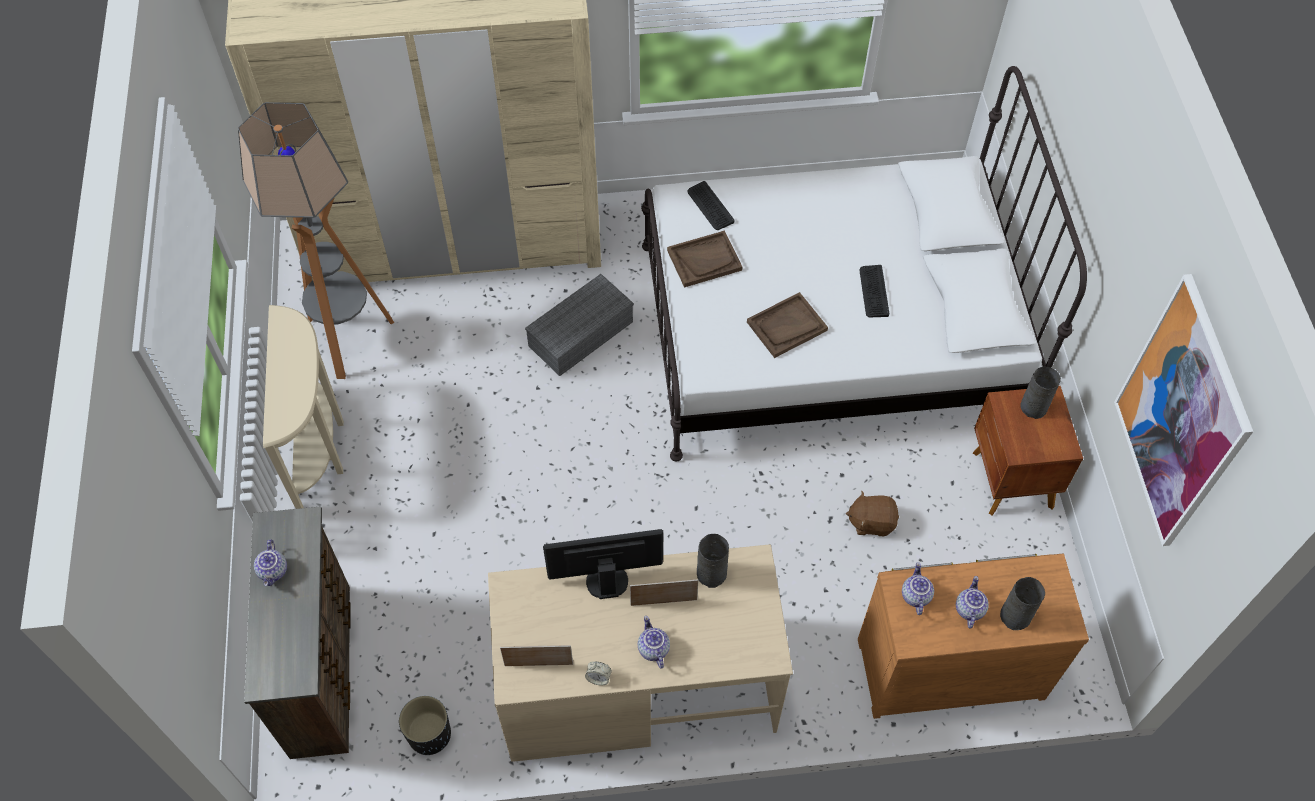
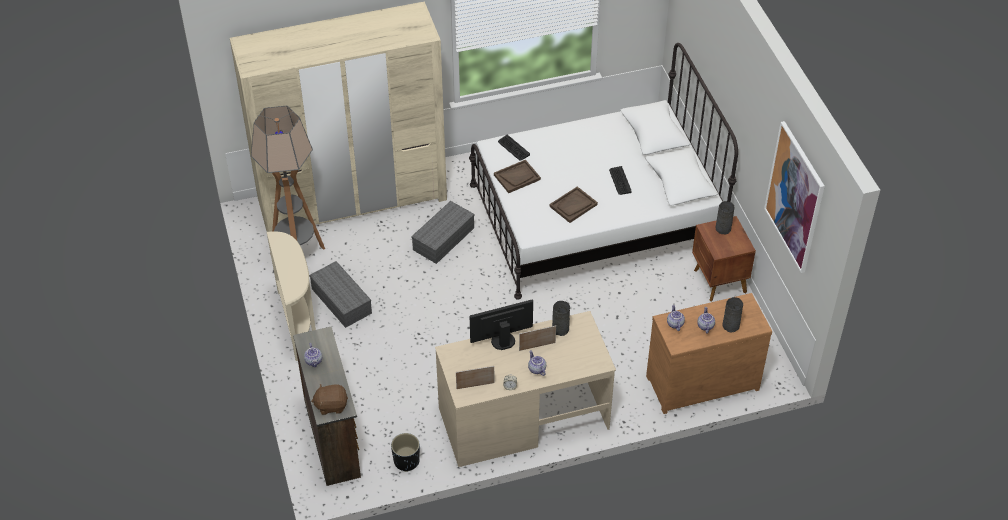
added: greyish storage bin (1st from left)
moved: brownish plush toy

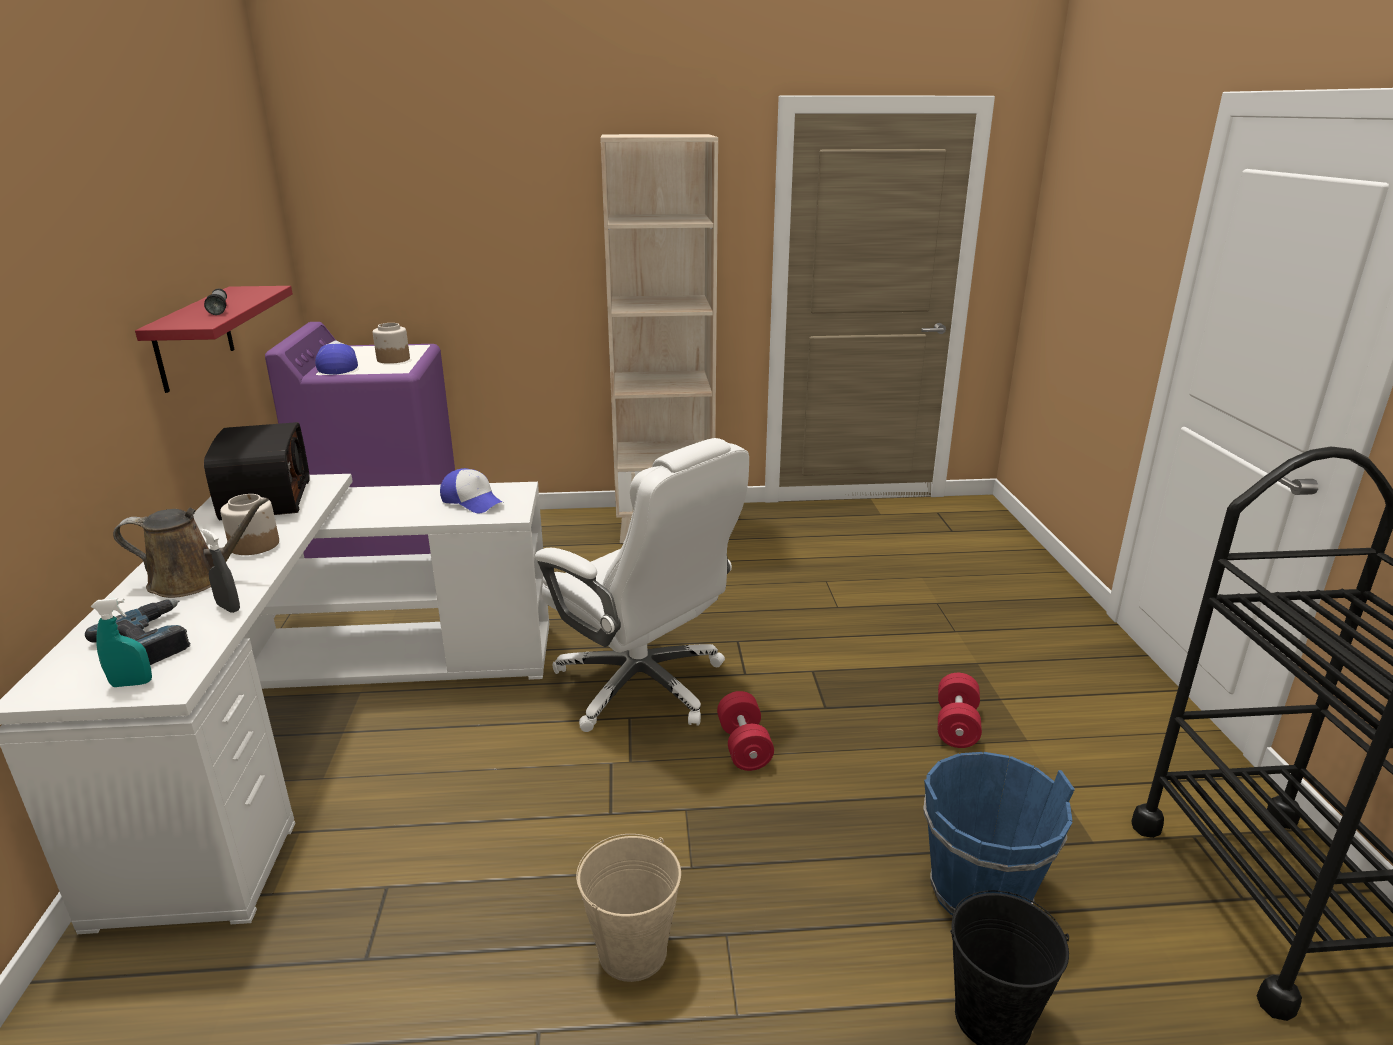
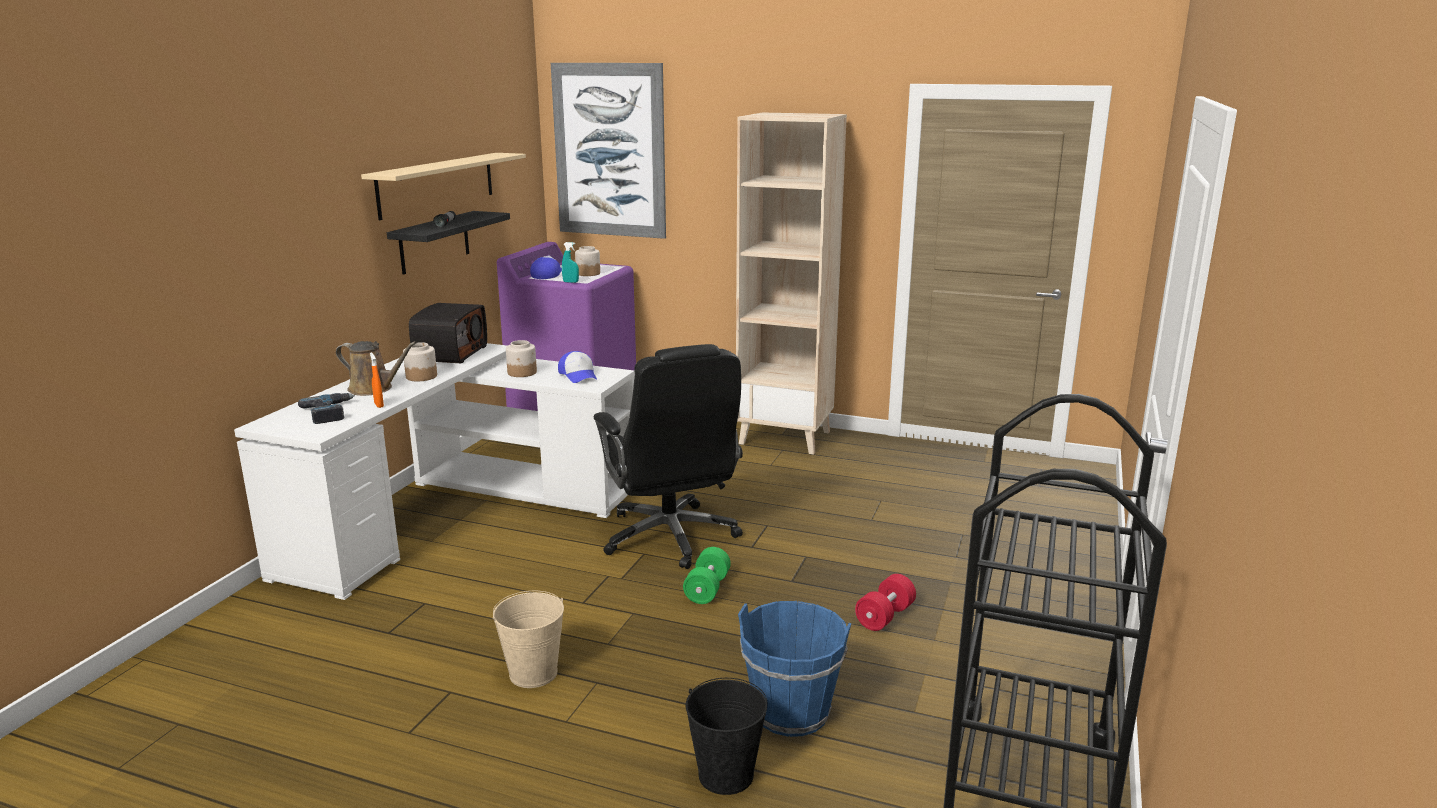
added: wall picture; sand-coloured wall shelf; jar (2nd from left)
moved: blue-green hand sprayer
recoloured: red-coloured wall shelf to black wall shelf; white-coloured office chair to black office chair; greyish hand sprayer to orange-coloured hand sprayer; red-coloured hand weight (1st from left) to green-coloured hand weight

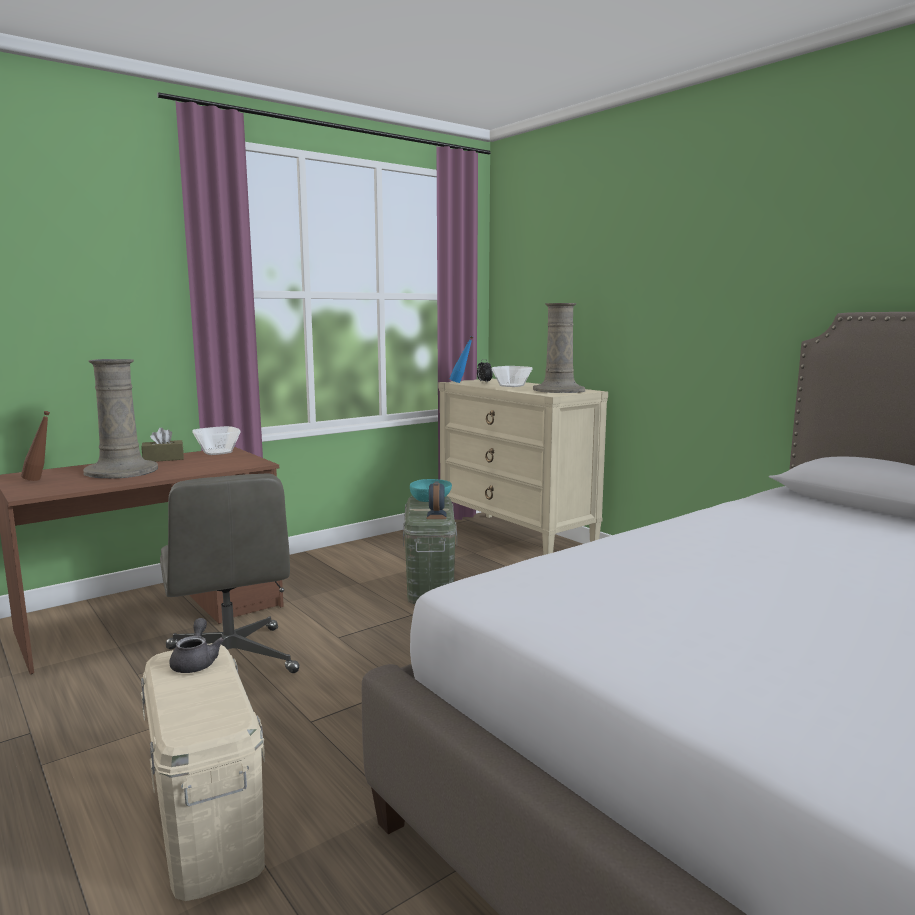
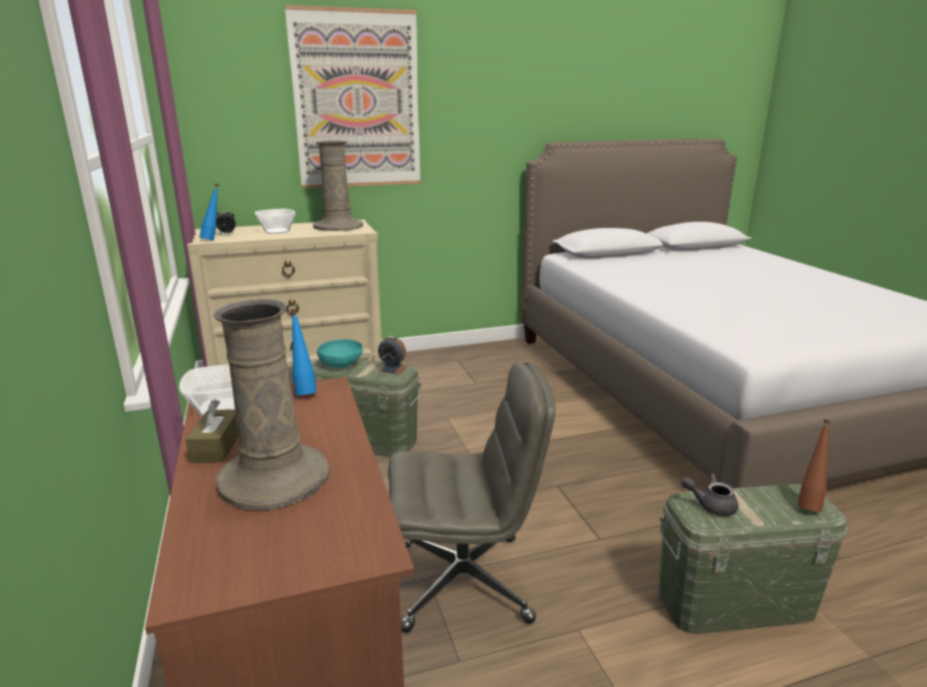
added: wall picture; blue beverage bottle (2nd from left)
moved: brownish beverage bottle
recoloured: sand-coloured storage bin to green-coloured storage bin (2nd from left)

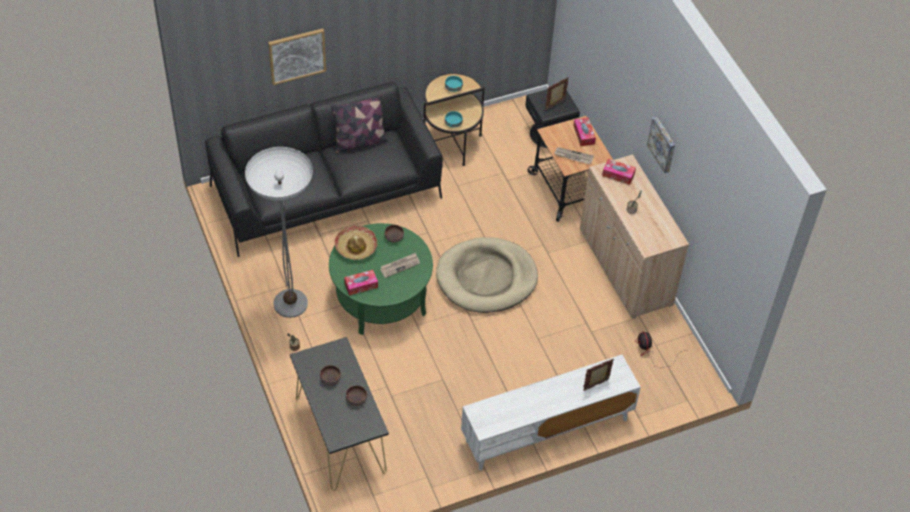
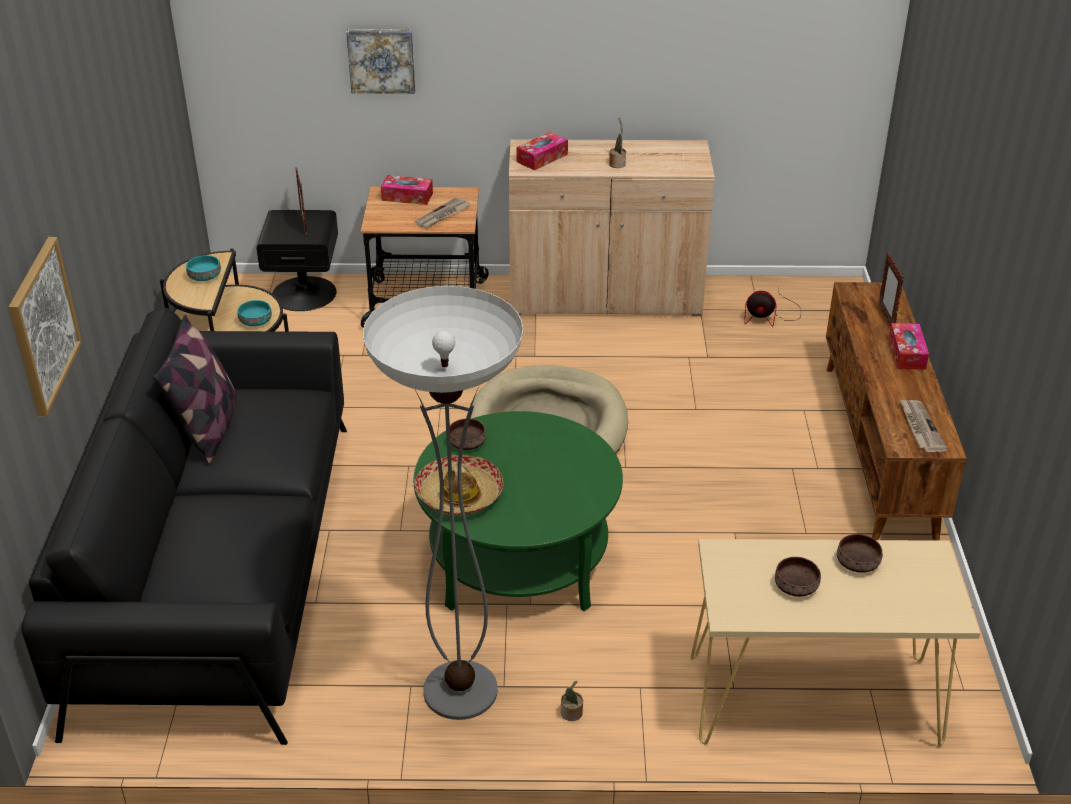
moved: wall picture (2nd from left); newspaper (1st from left in the first image) to newspaper (2nd from left); tissue holder (1st from left in the first image) to tissue holder (3rd from left)
recoloured: black hall table to sand-coloured hall table; white-coloured media console to brownish media console

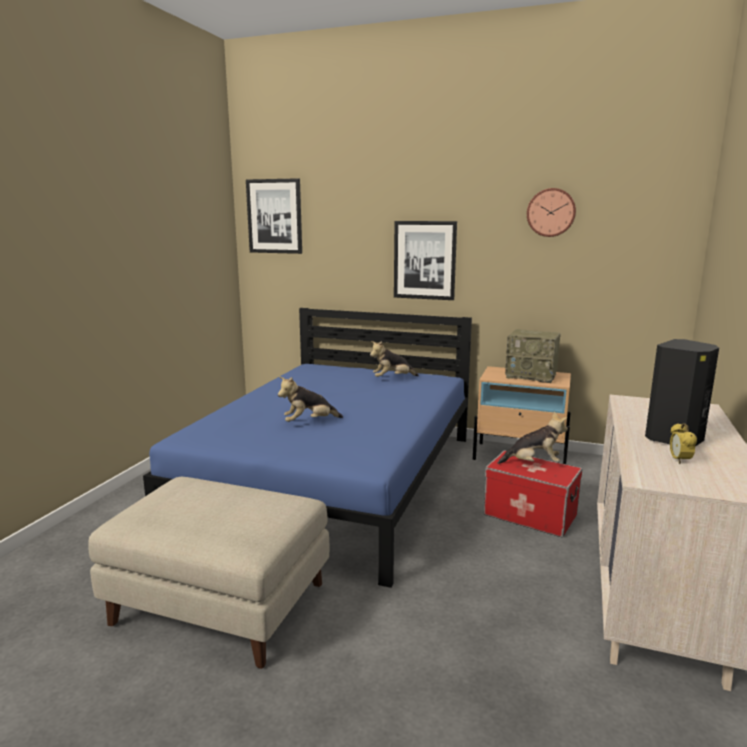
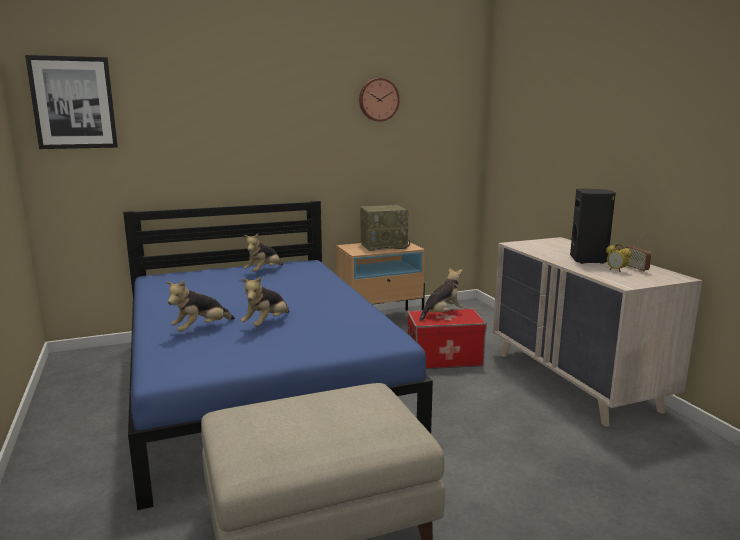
removed: wall picture (2nd from left)
added: radio set (2nd from left); plush toy (1st from left)

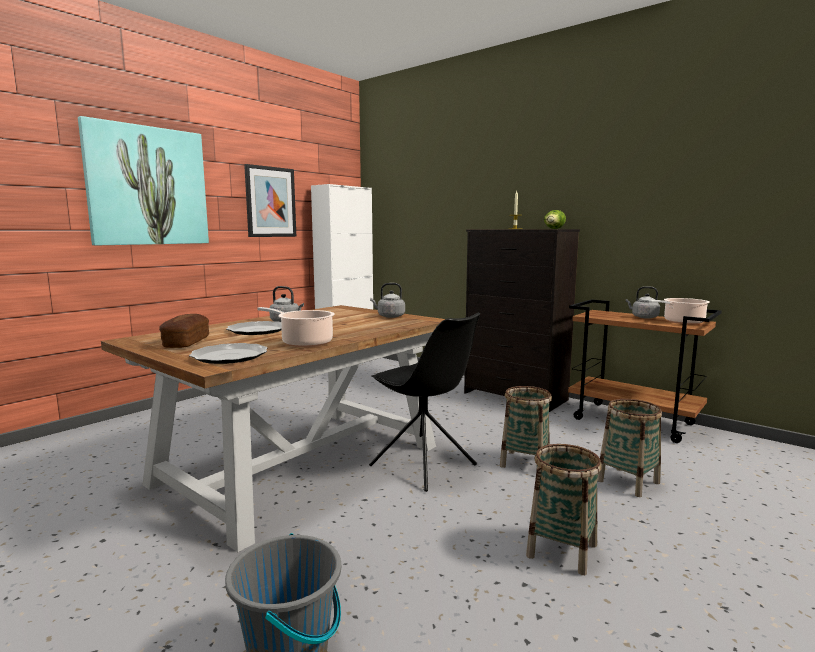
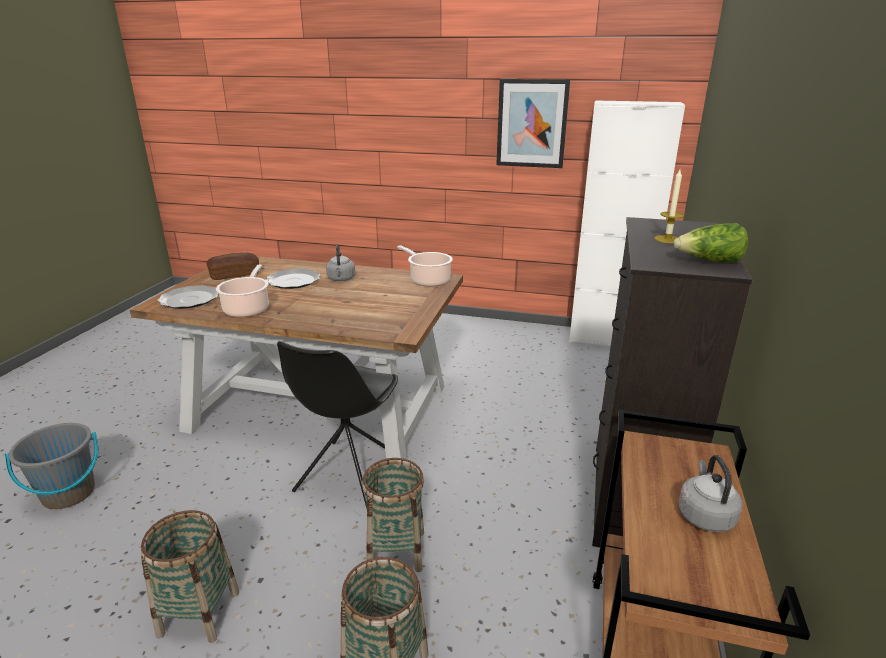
removed: wall picture (1st from left); greyish tea kettle (2nd from left)
moved: stockpot (2nd from left)

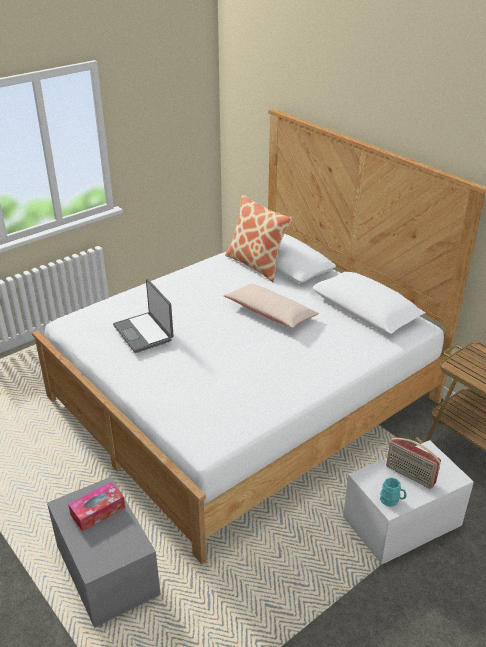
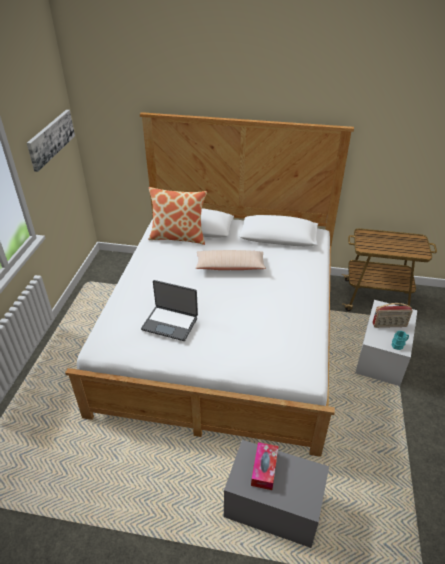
added: wall picture

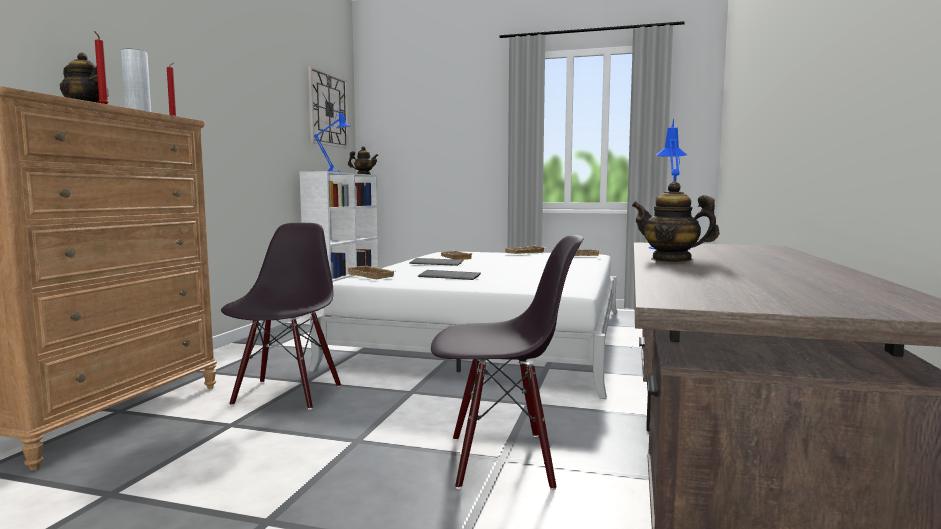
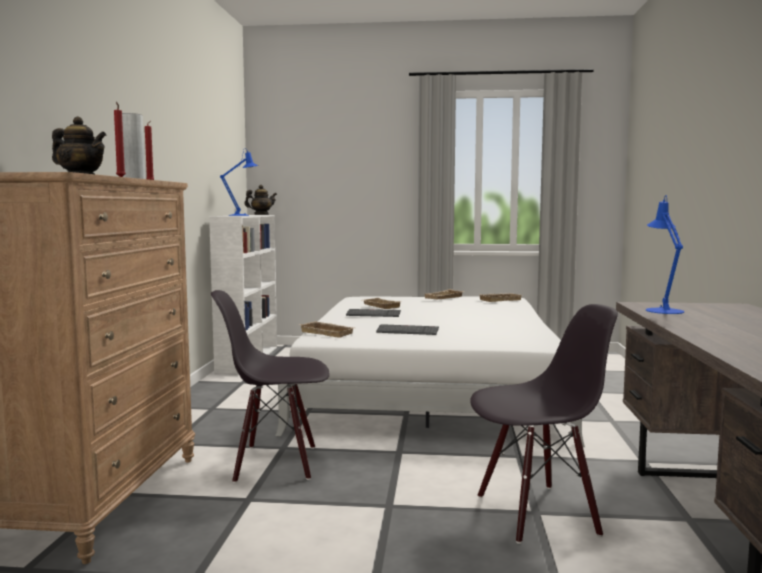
removed: wall clock; tea pot (3rd from left)
turned: black chair (1st from left) 90 degrees counterclockwise

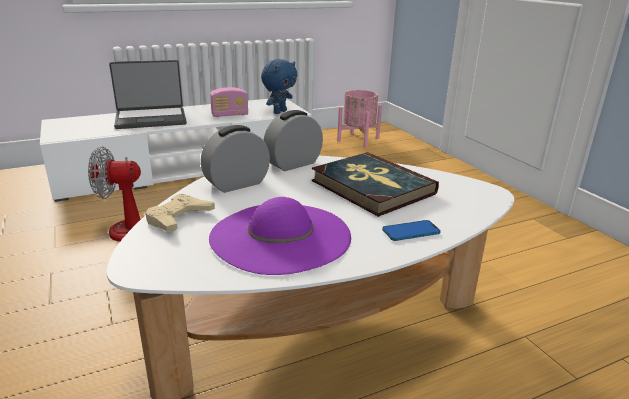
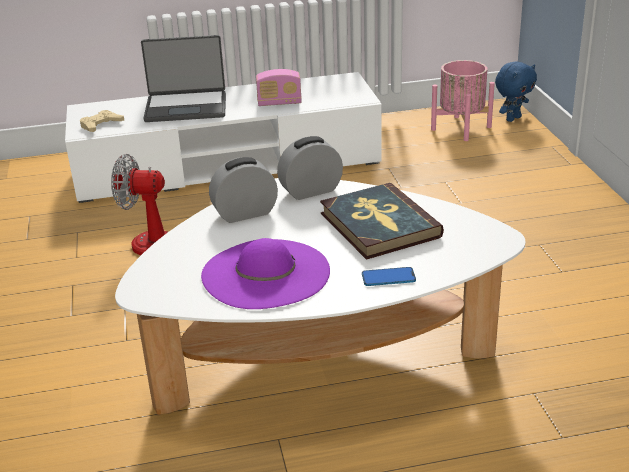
moved: blue plush toy; sand-coloured gamepad

